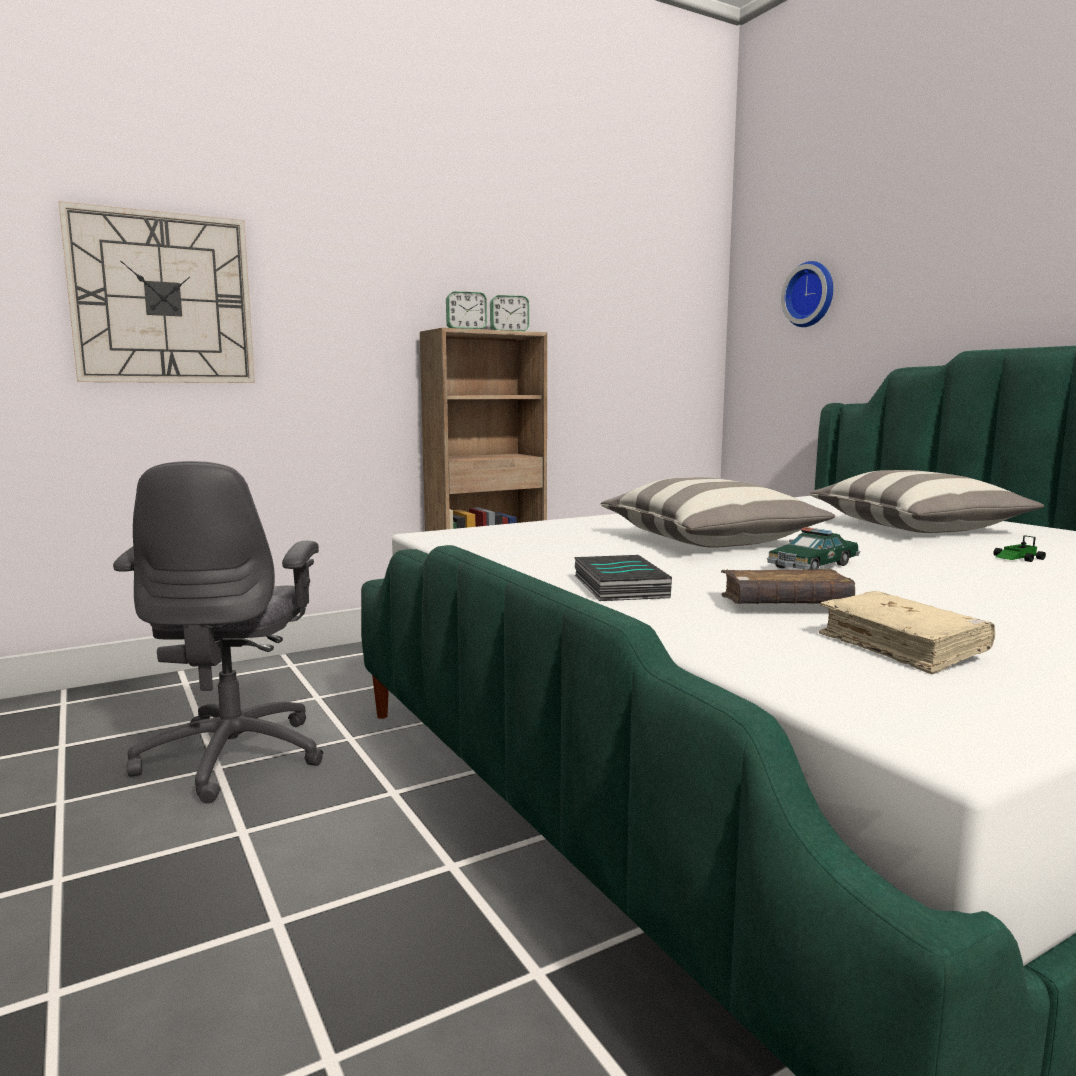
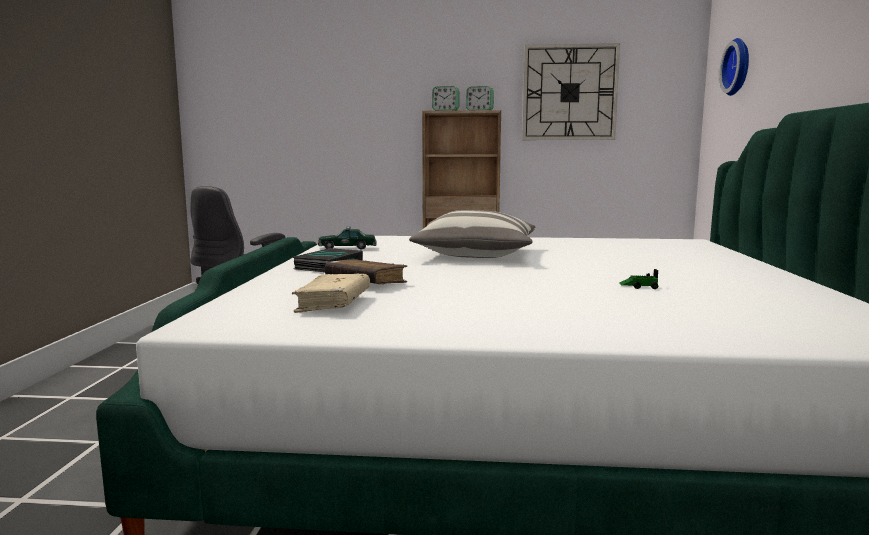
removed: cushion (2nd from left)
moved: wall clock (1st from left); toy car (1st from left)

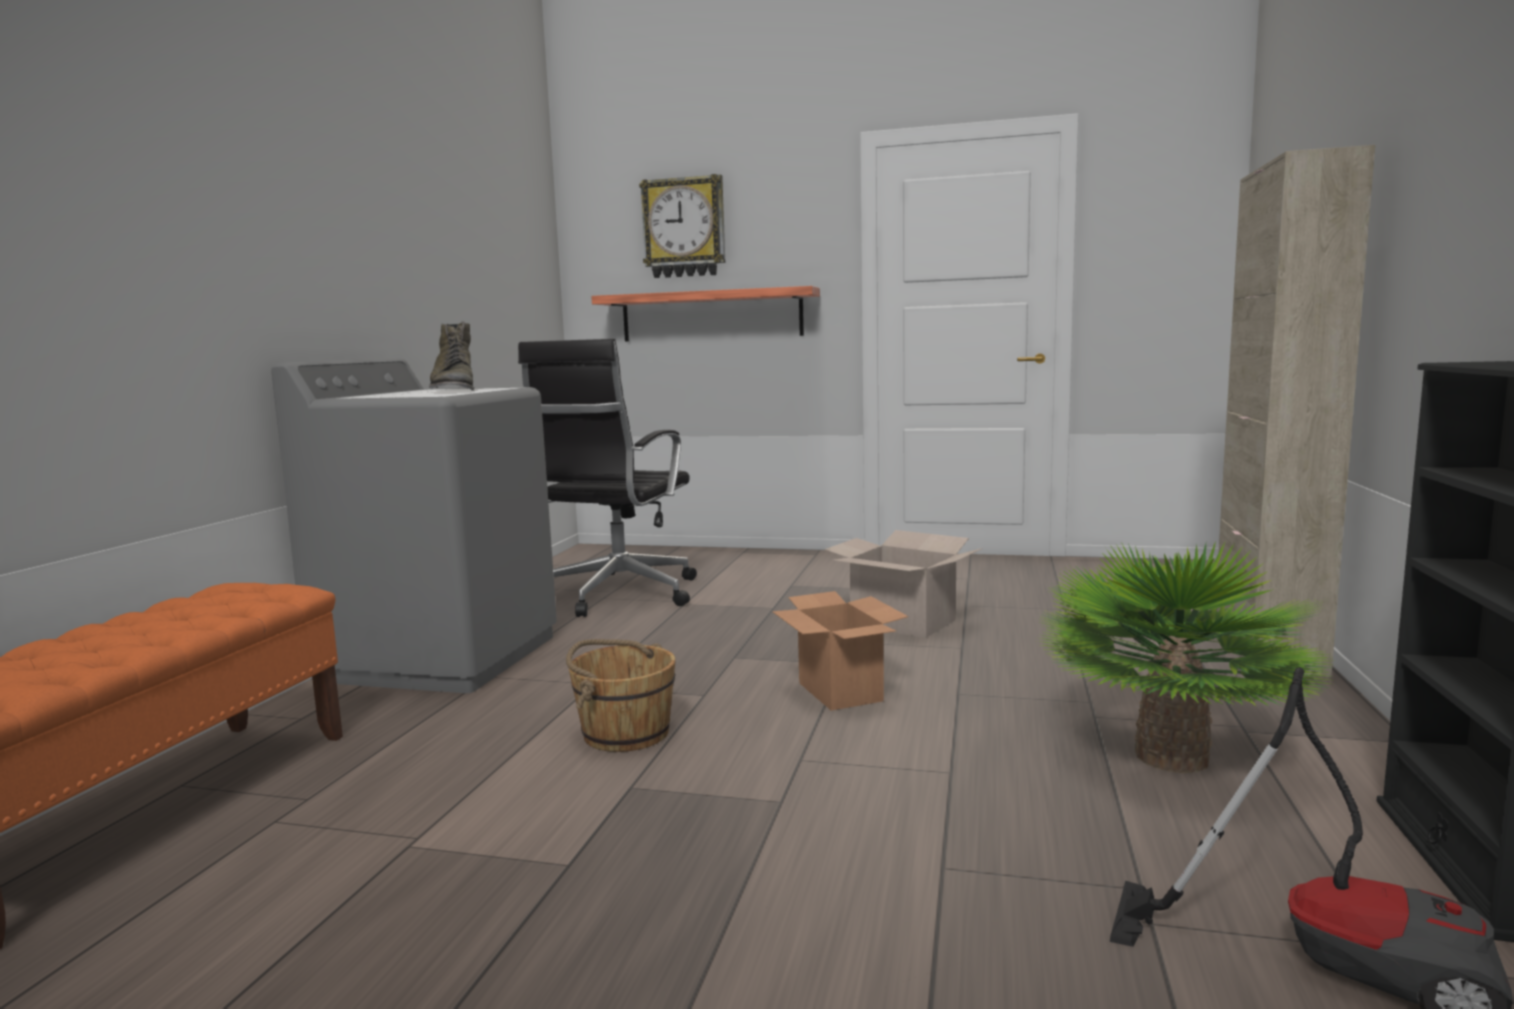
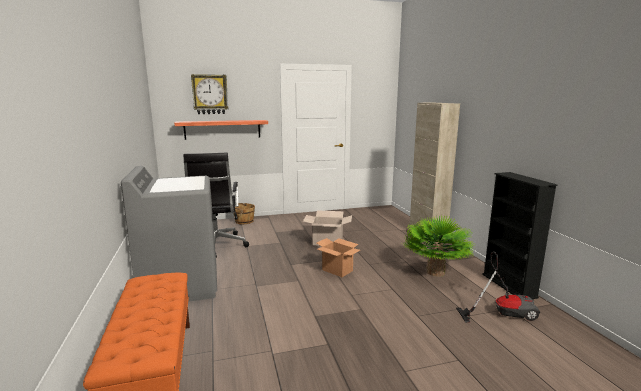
removed: green-coloured tall boot
moved: brownish bucket

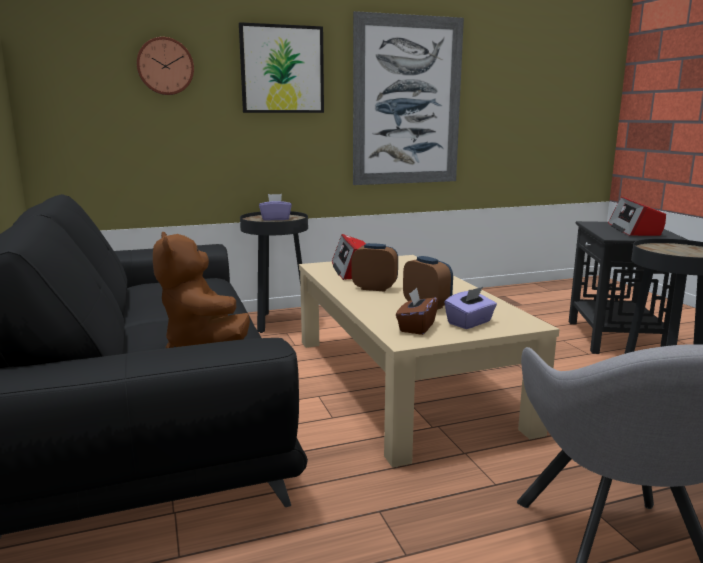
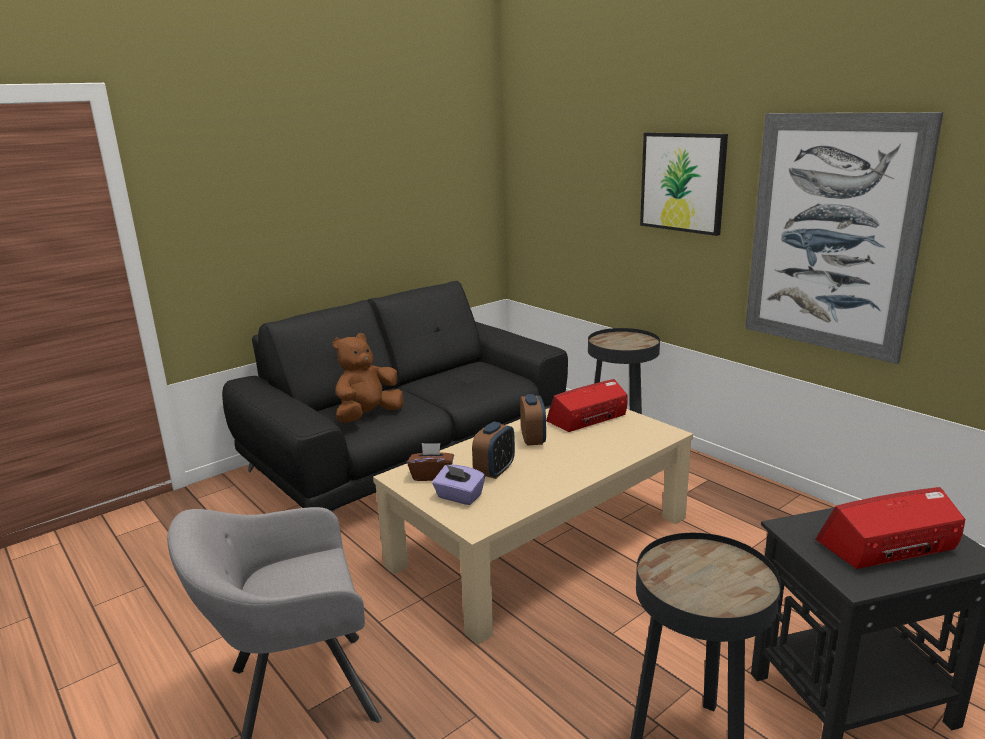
removed: wall clock; purple-coloured tissue holder (1st from left)

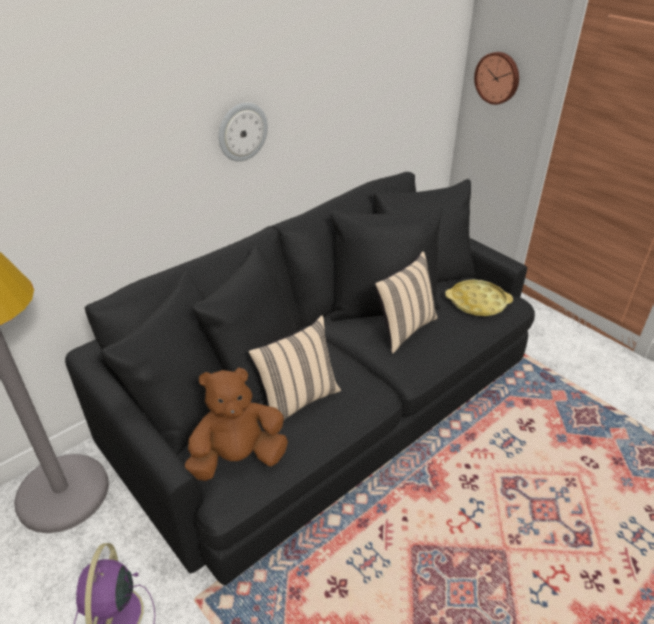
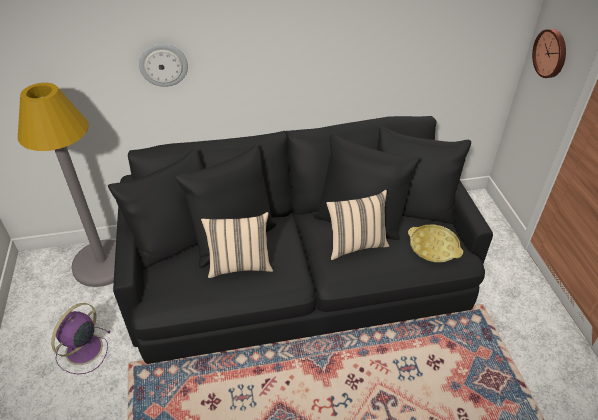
removed: brownish plush toy
moved: wall clock (1st from left)

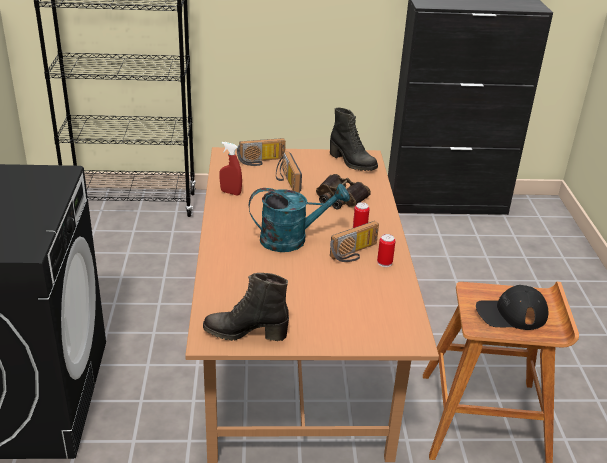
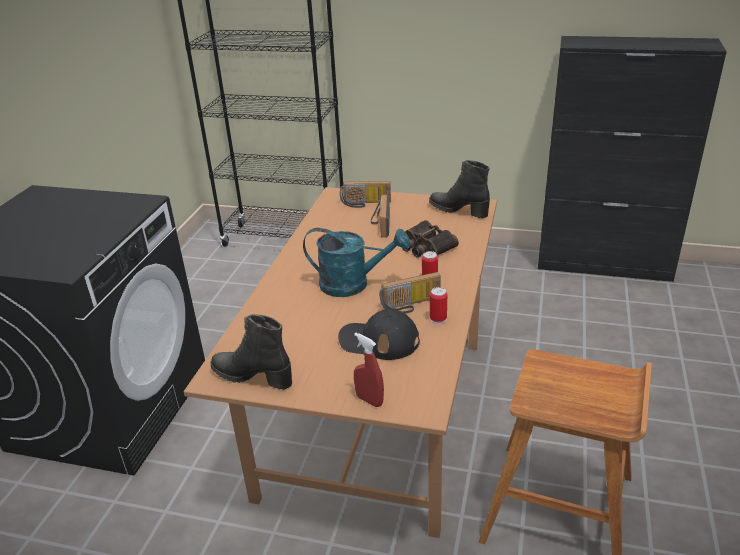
moved: red-coloured hand sprayer; black cap
turned: black tall boot (2nd from left) 150 degrees clockwise

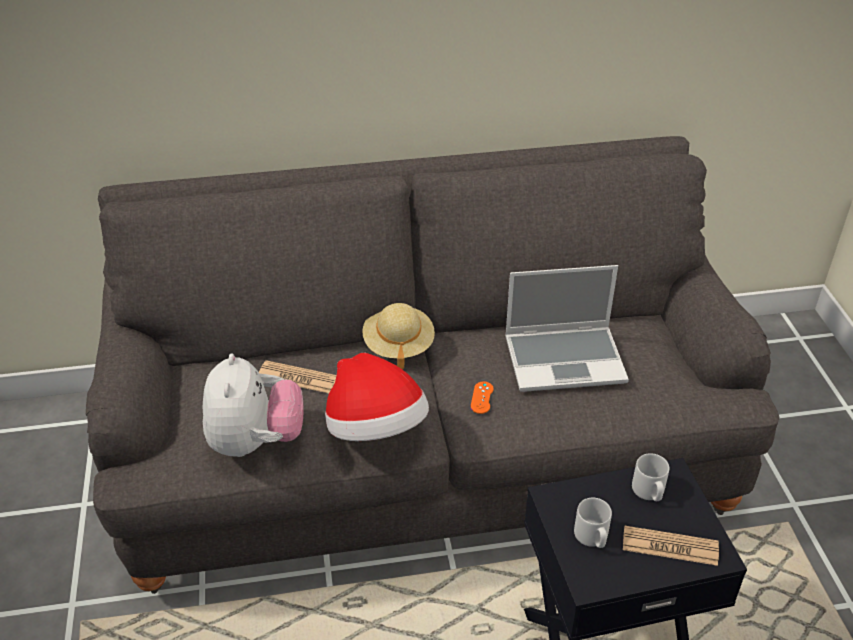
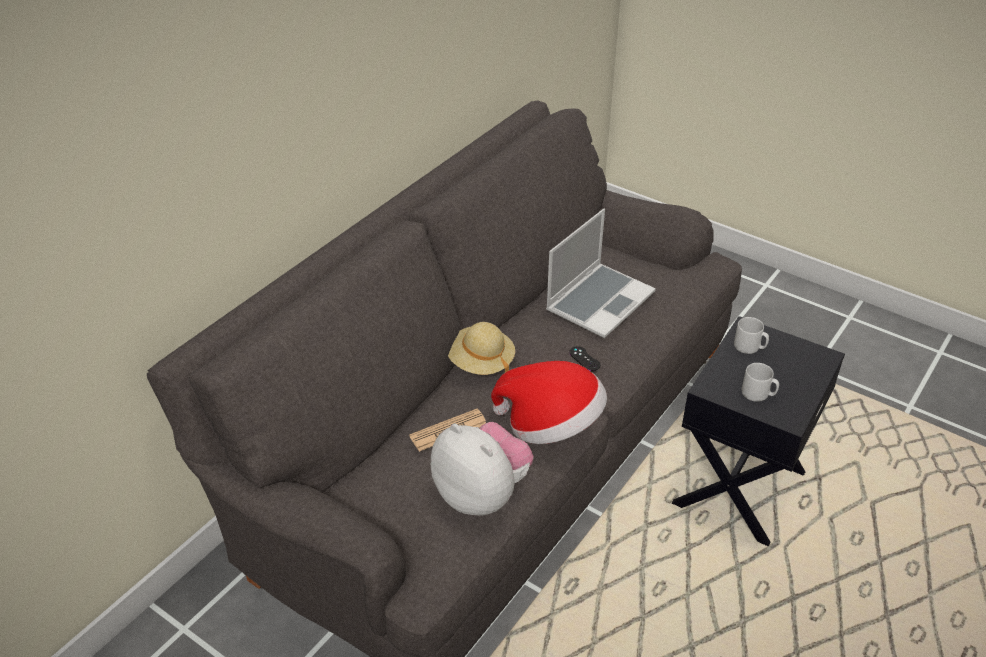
removed: newspaper (2nd from left)
recoloured: orange-coloured gamepad to black gamepad

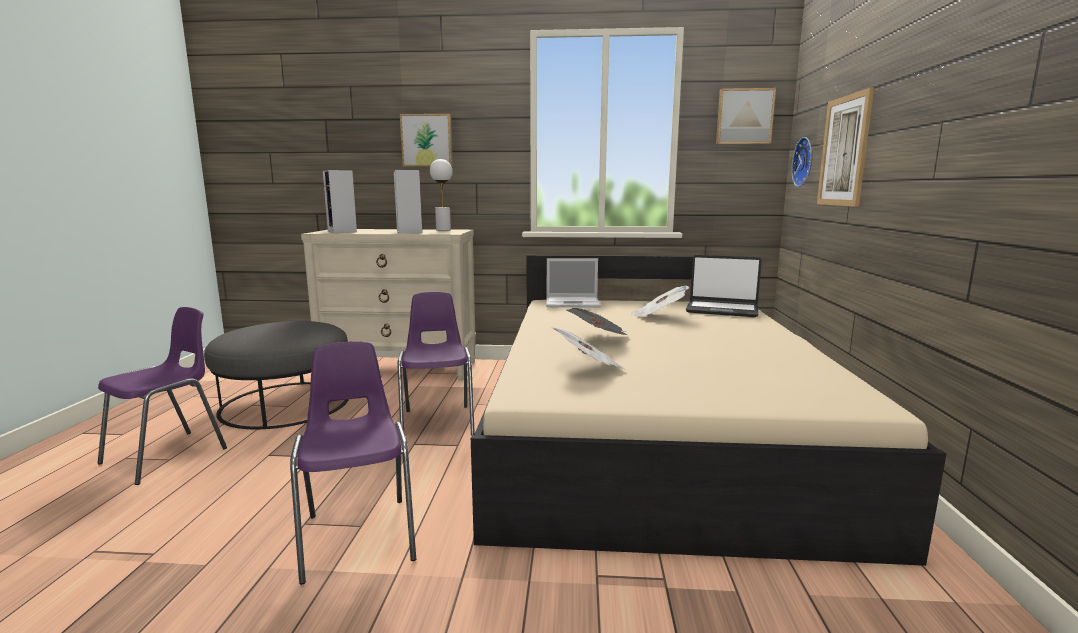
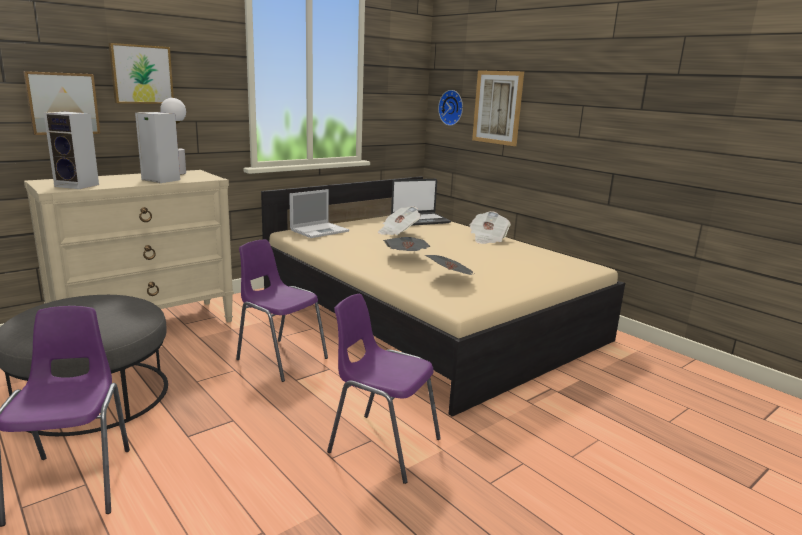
added: newspaper (4th from left)
moved: wall picture (2nd from left in the first image) to wall picture (1st from left)

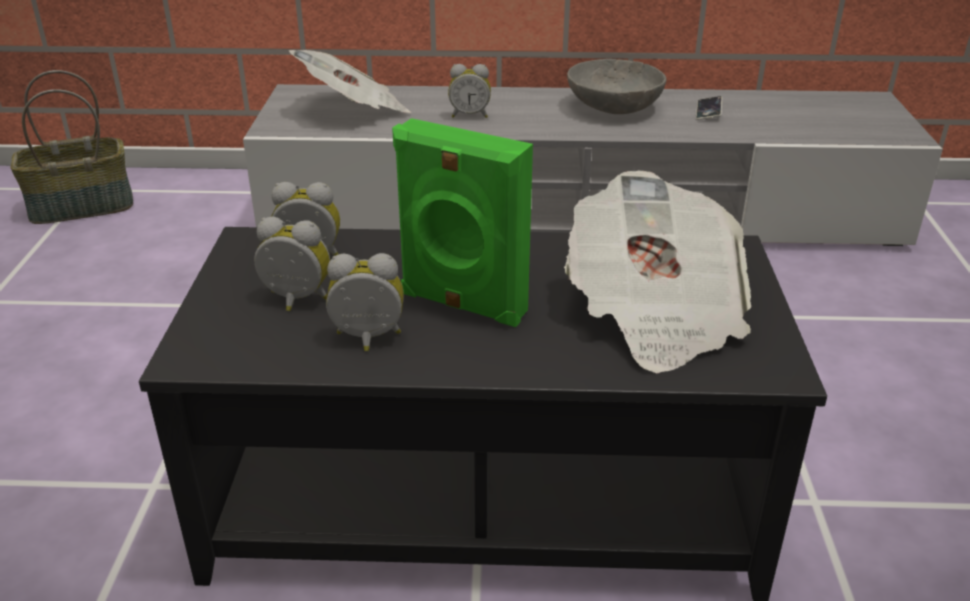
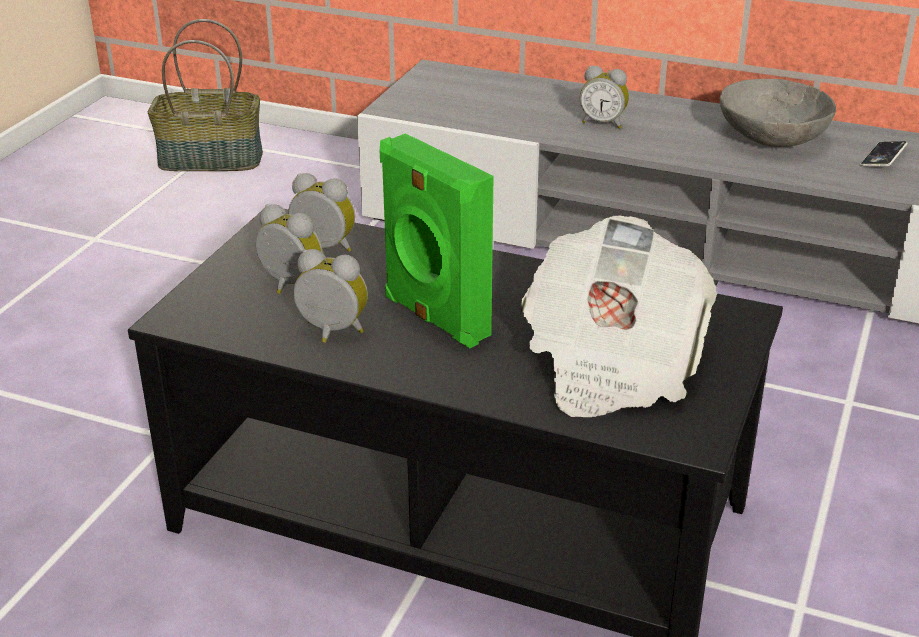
removed: newspaper (1st from left)

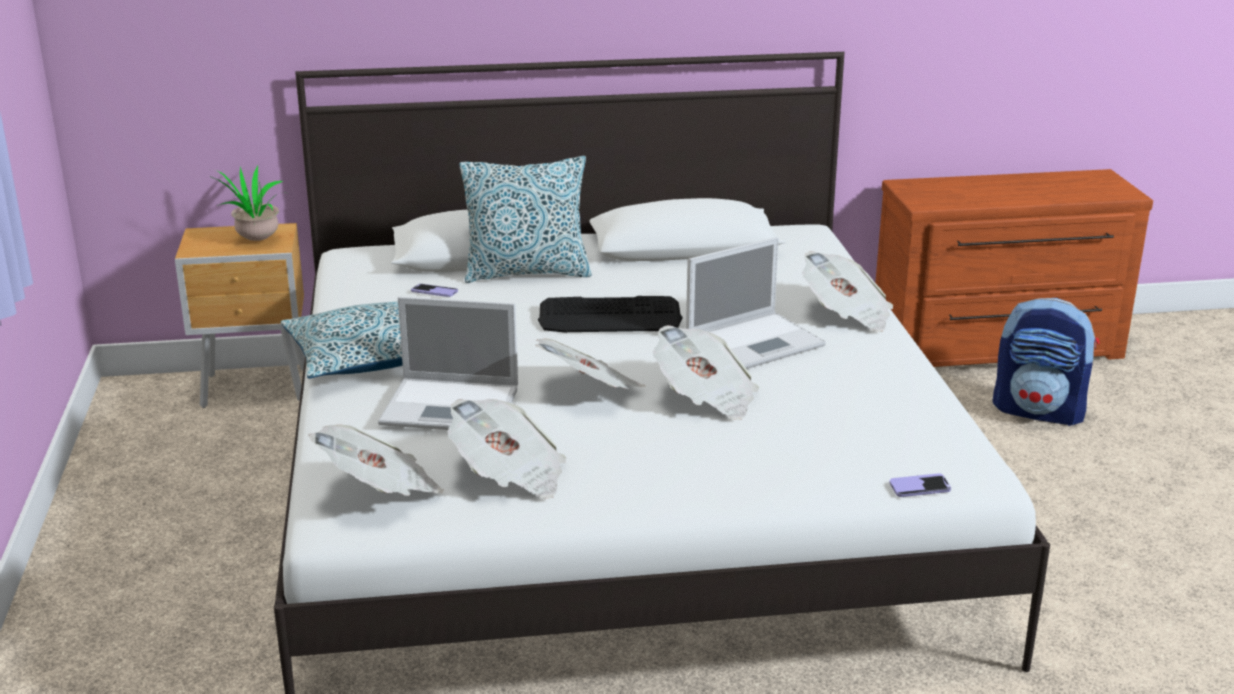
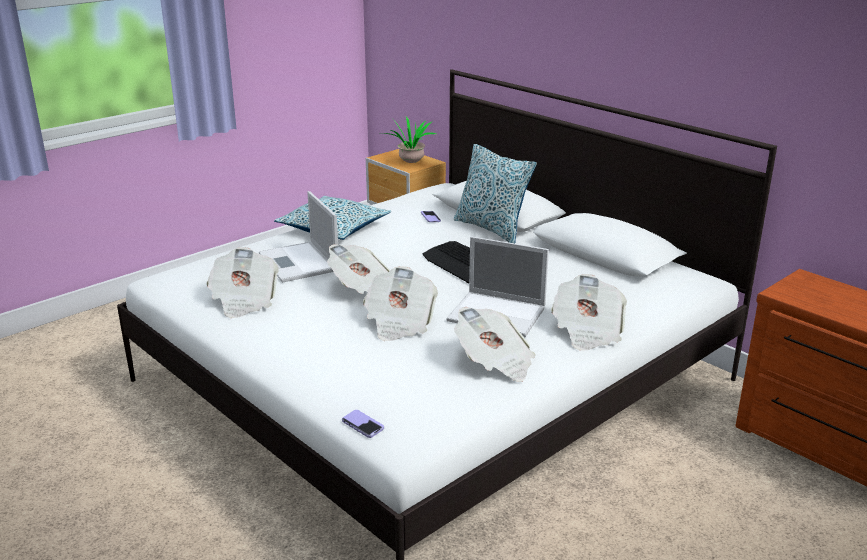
removed: backpack
moved: newspaper (1st from left in the first image) to newspaper (4th from left)

